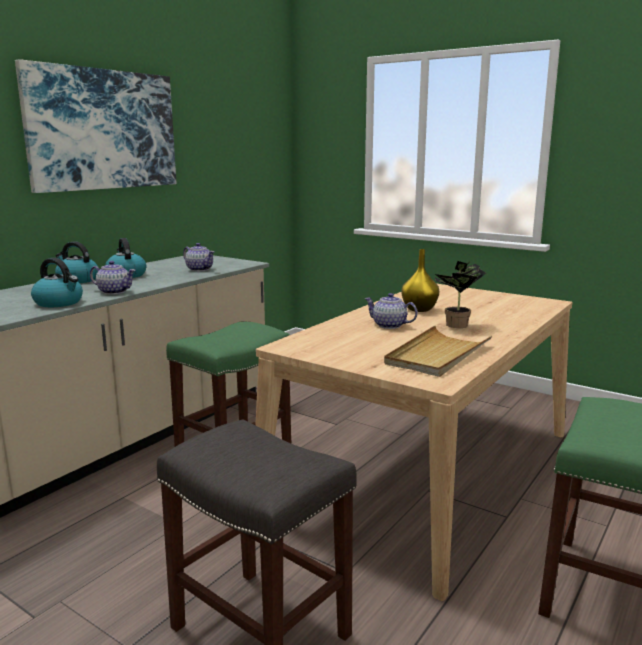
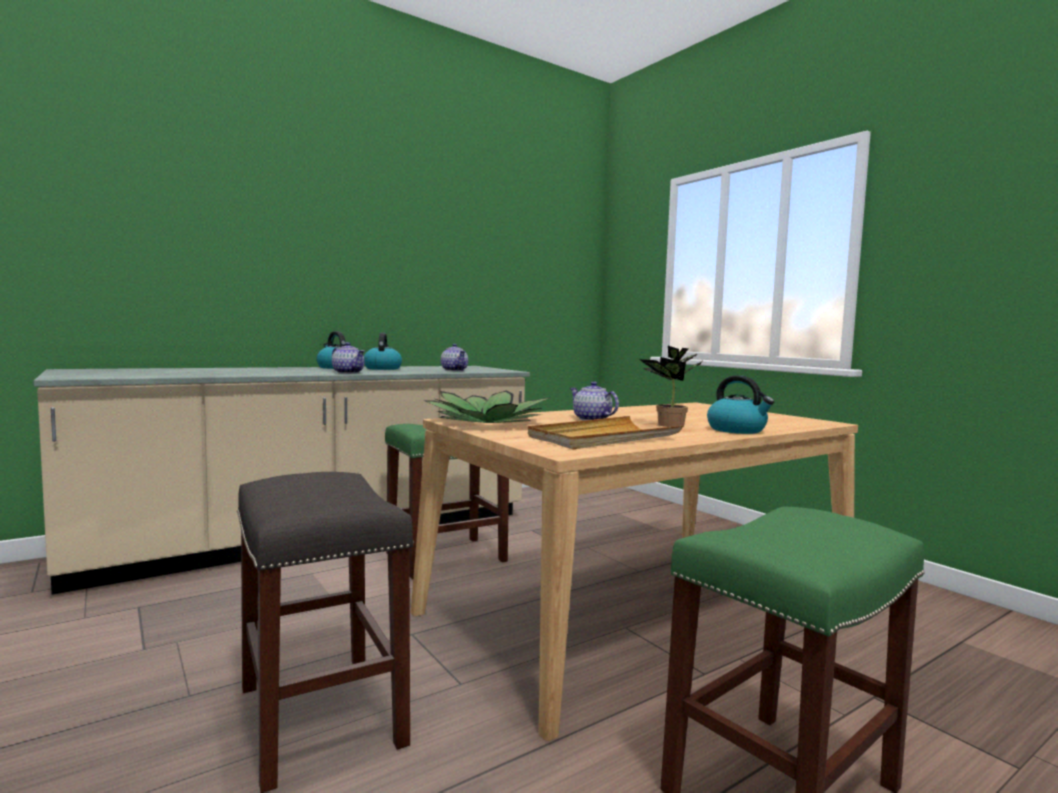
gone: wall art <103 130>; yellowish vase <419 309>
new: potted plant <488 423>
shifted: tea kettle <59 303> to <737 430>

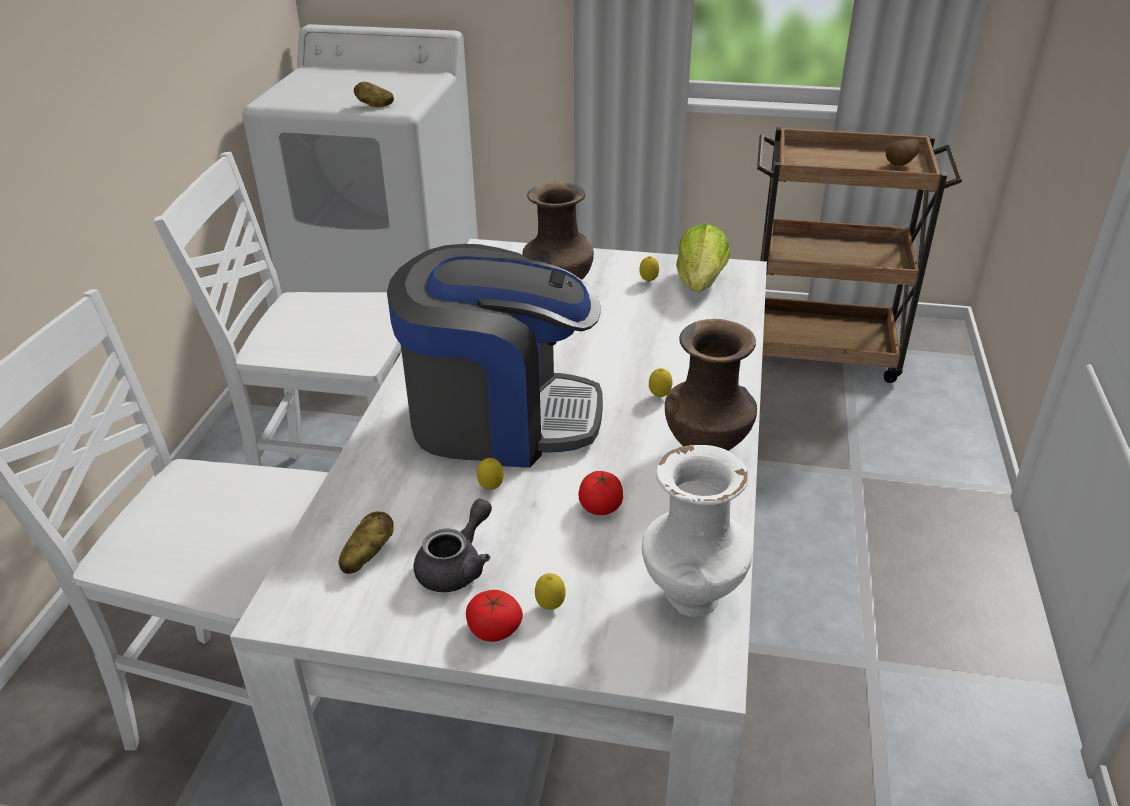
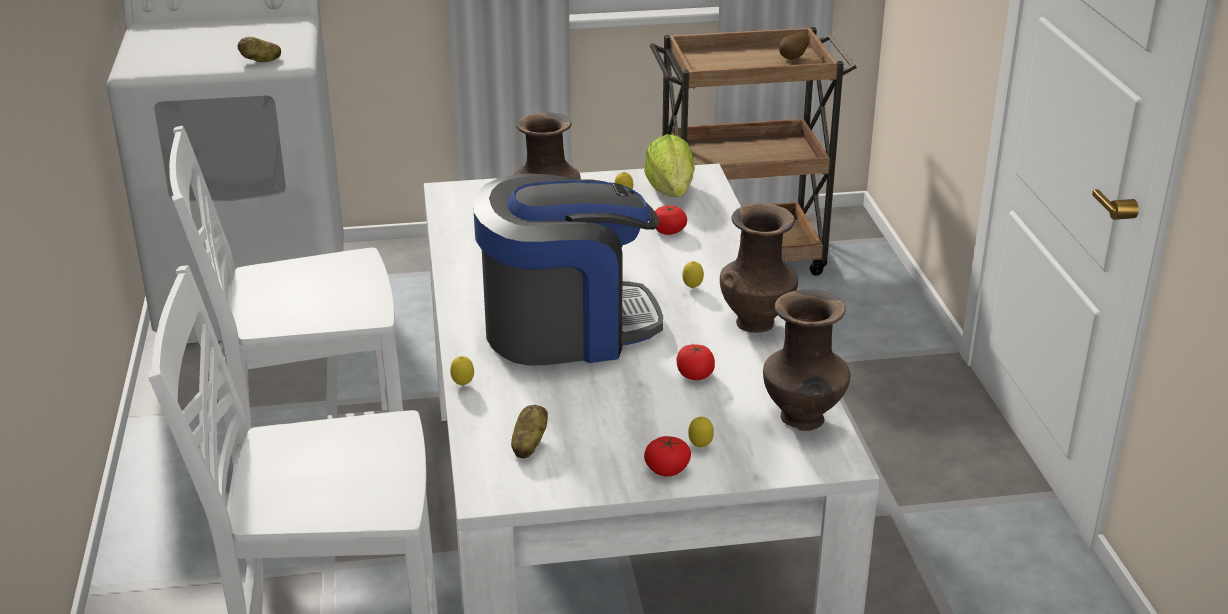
gone: greyish teapot <457 566>
new: whole tomato <668 231>
shifted: citrus fruit <491 489> to <463 385>
repainted: whitish vase <692 599> to brown-coloured vase <803 420>

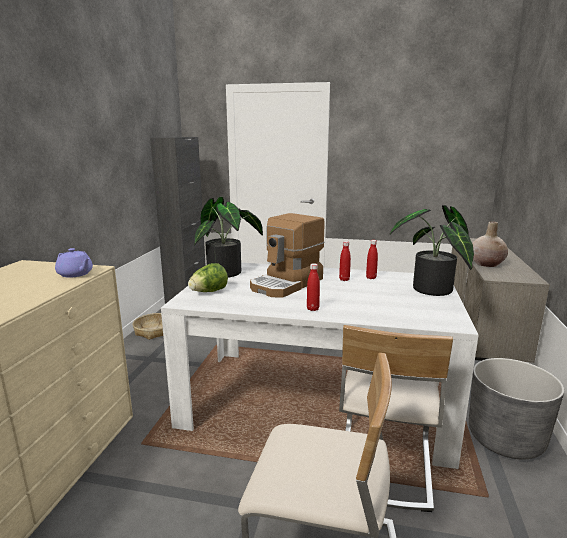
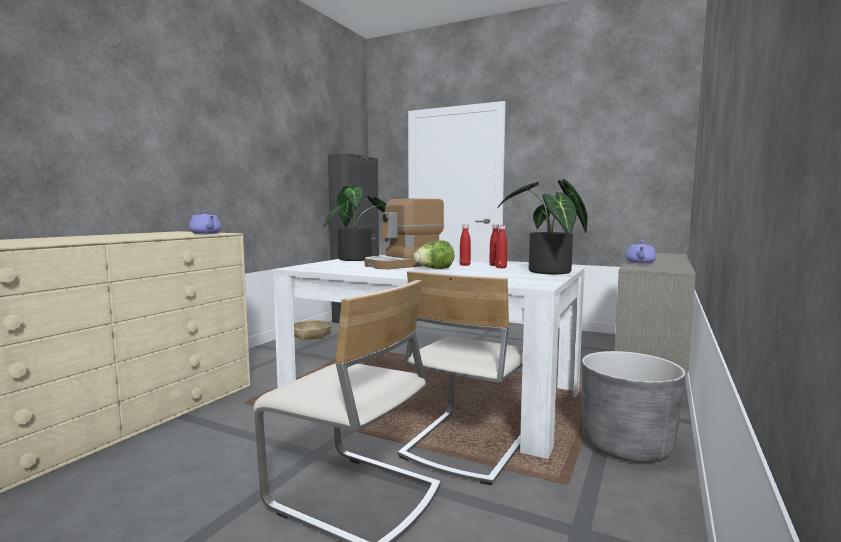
shifted: head of lettuce <209 292> to <434 269>; red-coloured bottle <312 309> to <501 267>
swapped: beige-coloured vase <486 264> to purple teapot <640 262>

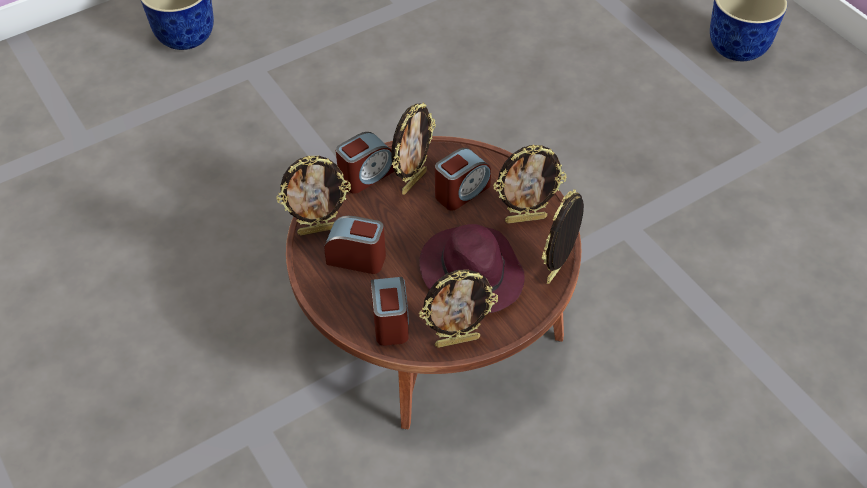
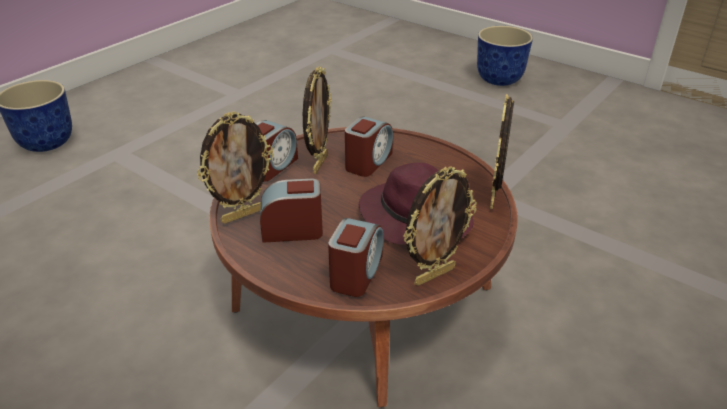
gone: photo frame <525 218>
rotated: table clock <390 321> = <356 273> 45 degrees clockwise

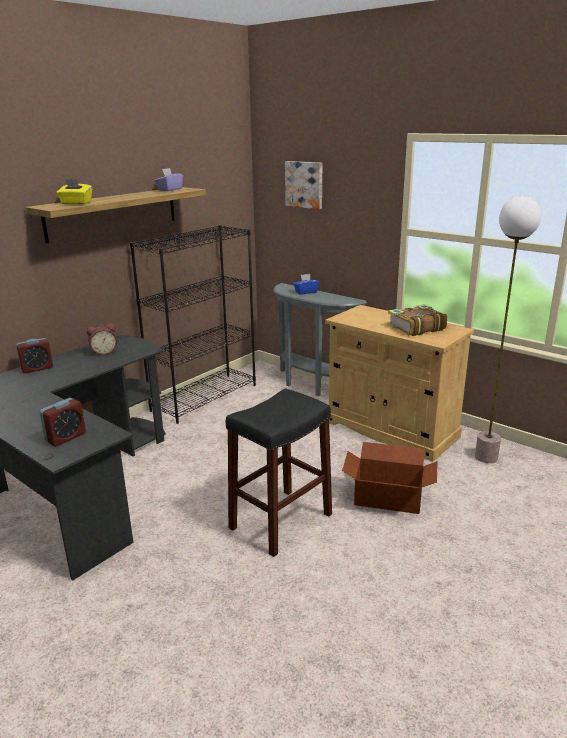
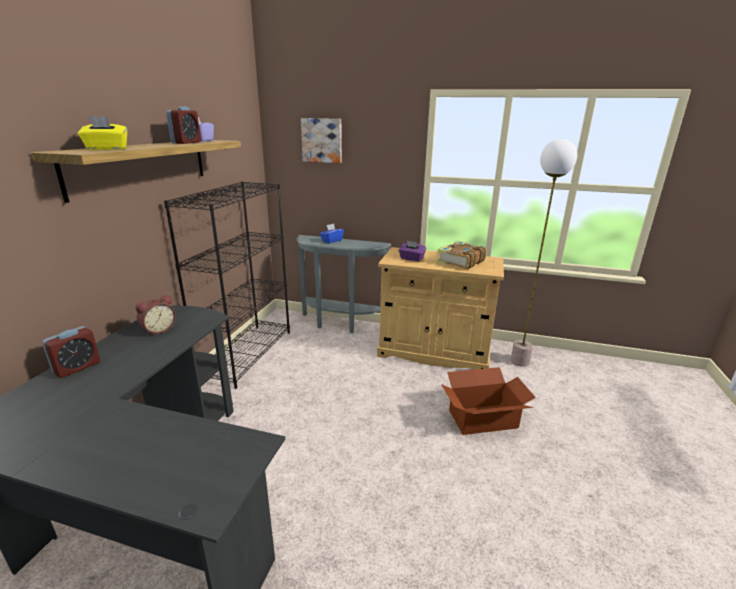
gone: black sitting stool <280 521>
new: purple box of tissues <411 259>
shifted: table clock <66 437> to <186 143>

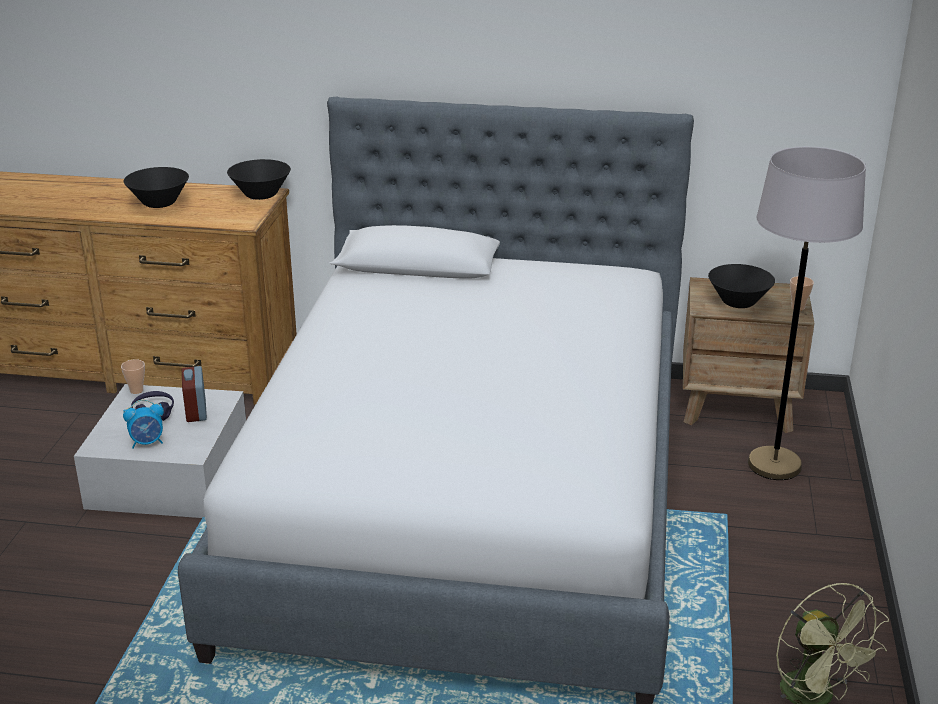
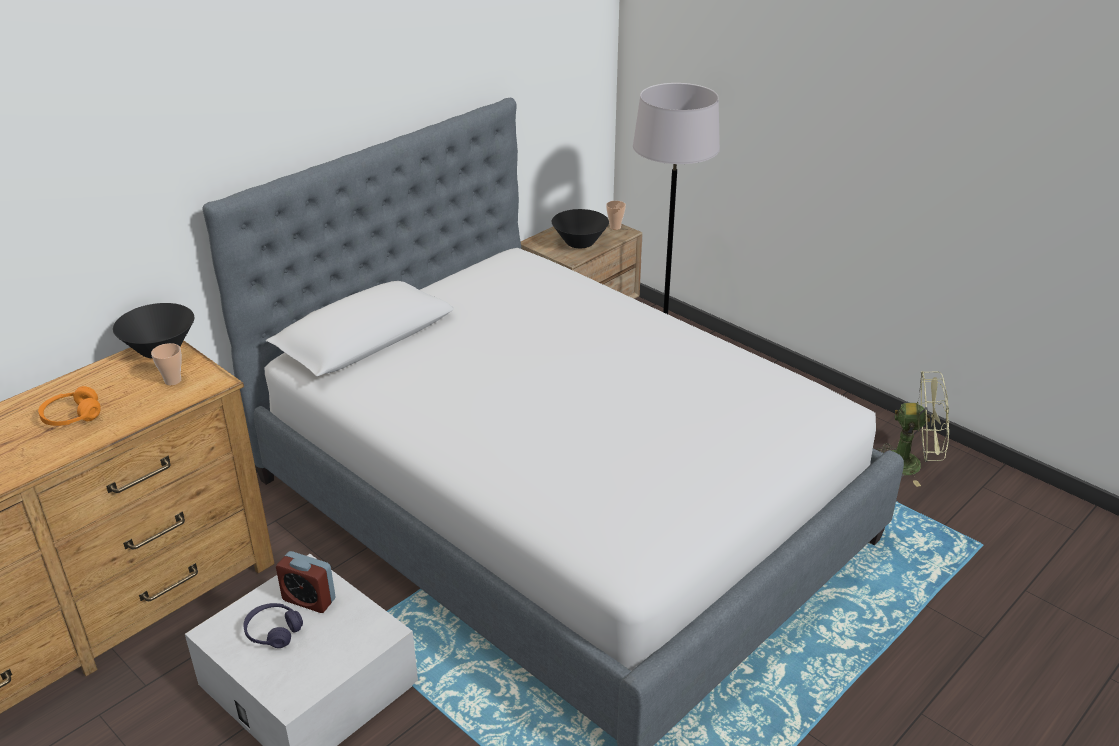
gone: table clock <147 442>
shifted: cup <136 390> to <173 381>
swapped: black deep dish <159 203> to orange-coloured pair of headphones <72 417>

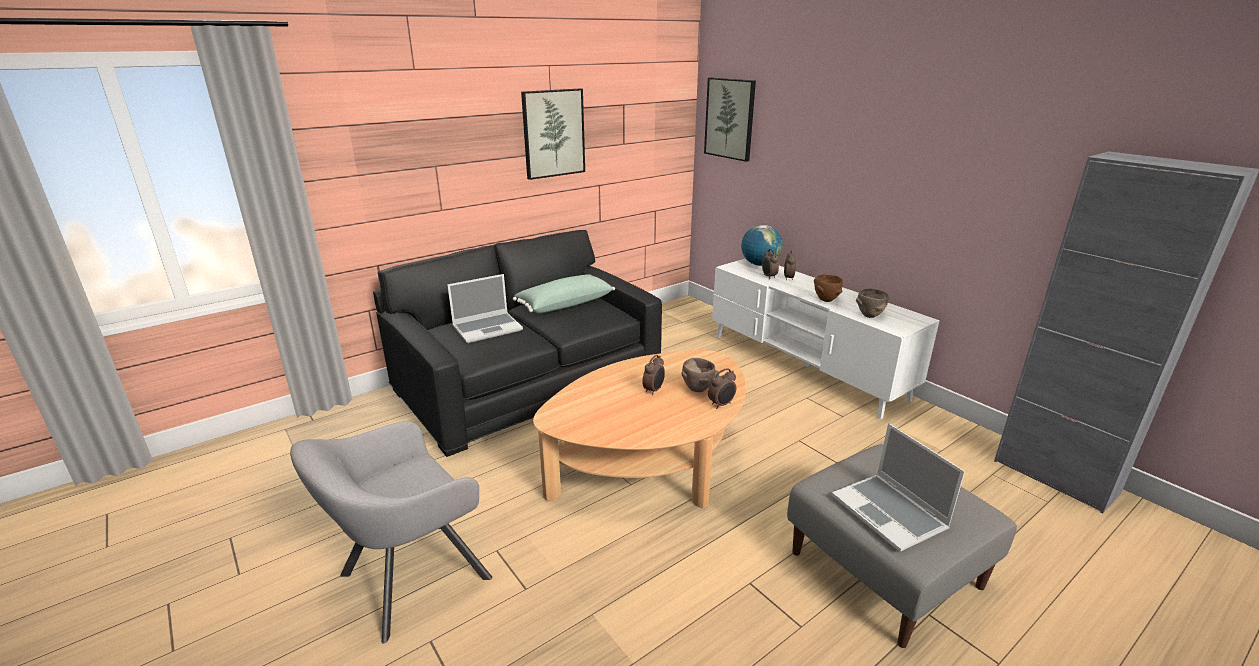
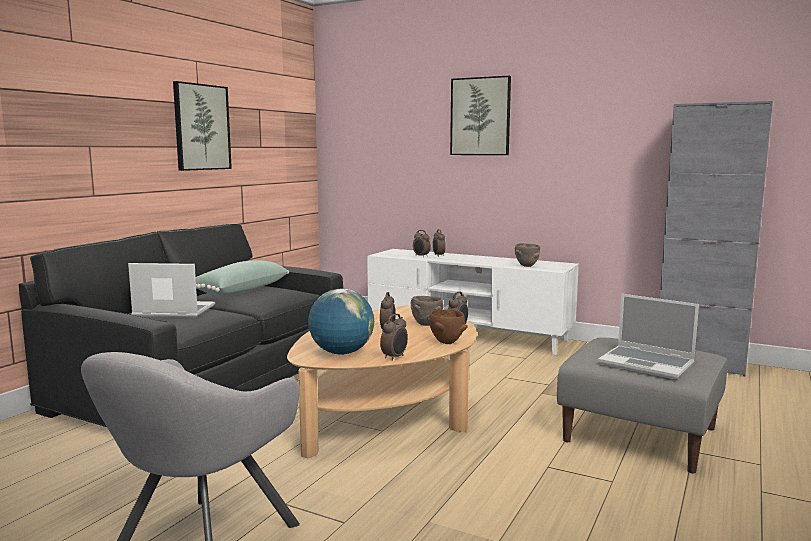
new: table clock <395 357>
shifted: wall art <730 118> to <480 116>; world globe <760 265> to <342 353>; brown-coloured deep dish <826 300> to <447 342>
rotated: notebook computer <488 328> = <173 311> 120 degrees counterclockwise

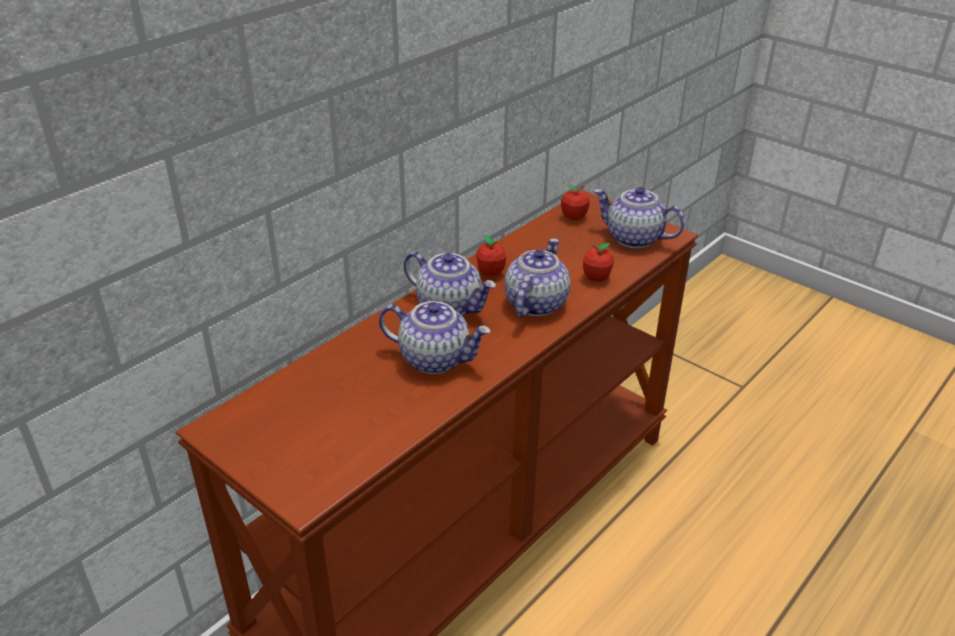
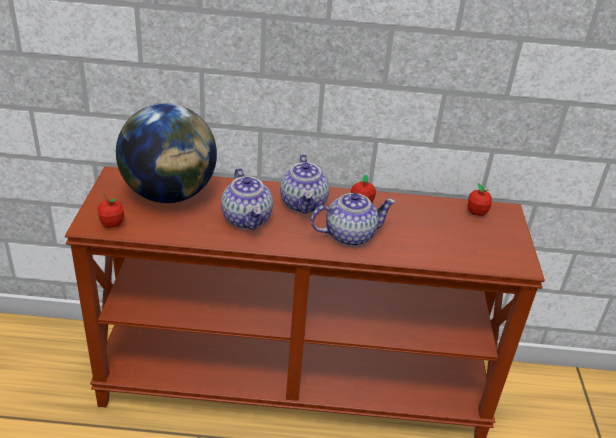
gone: teapot <633 238>
new: world globe <169 195>
shifted: whole apple <596 278> to <112 224>

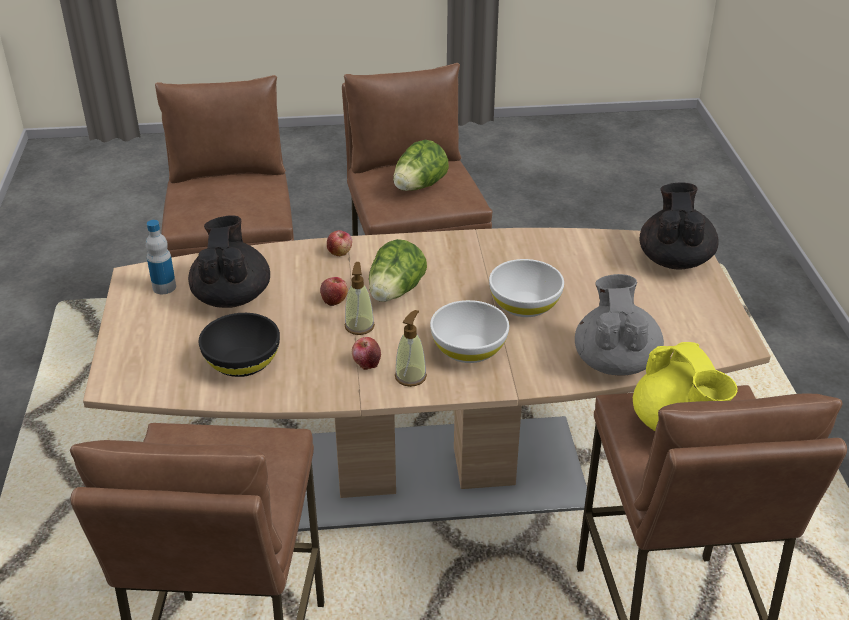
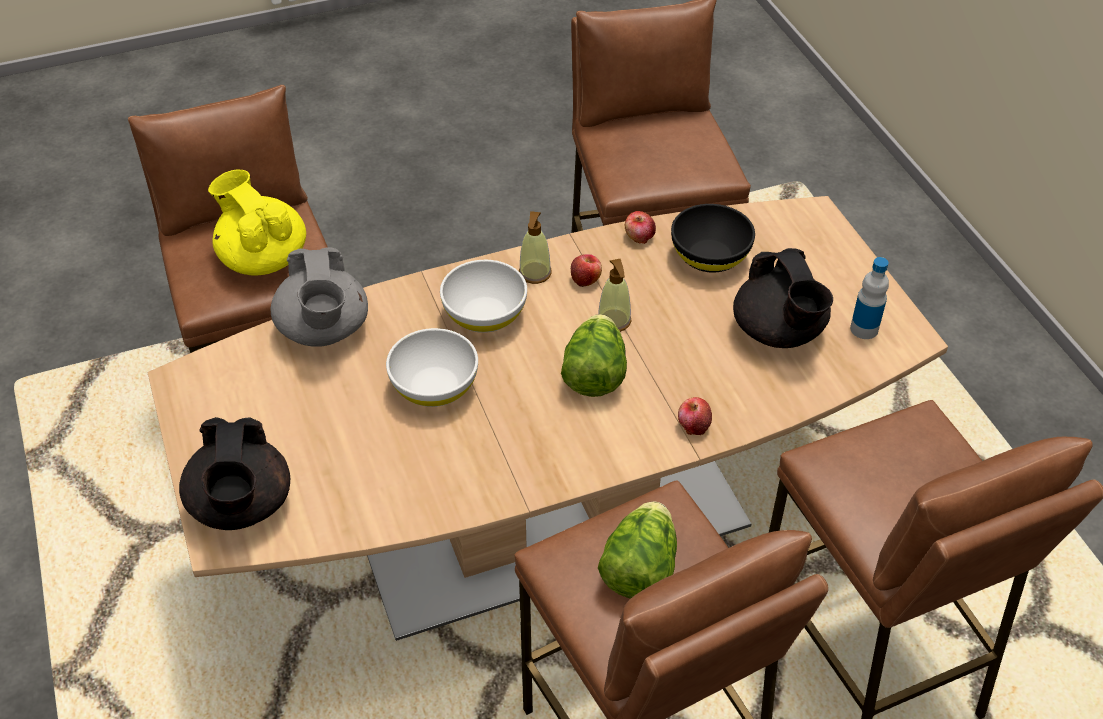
shifted: whole apple <334 300> to <639 237>

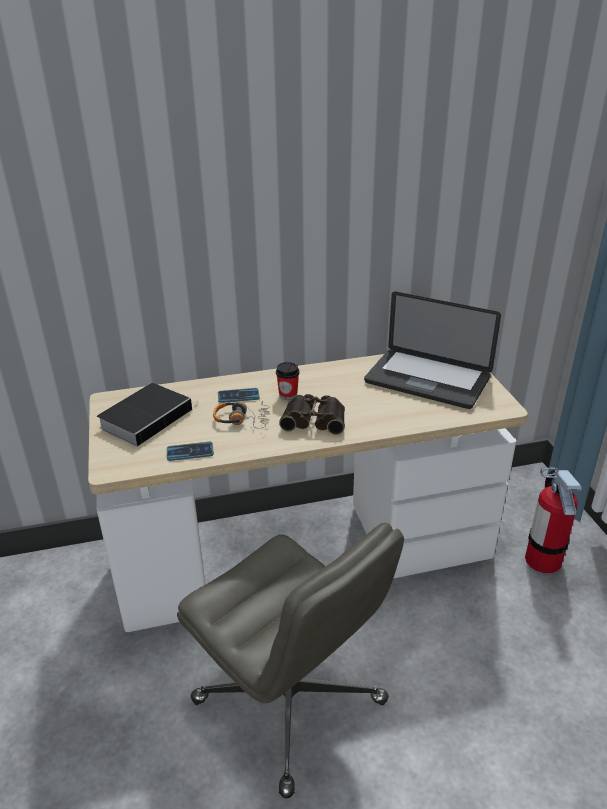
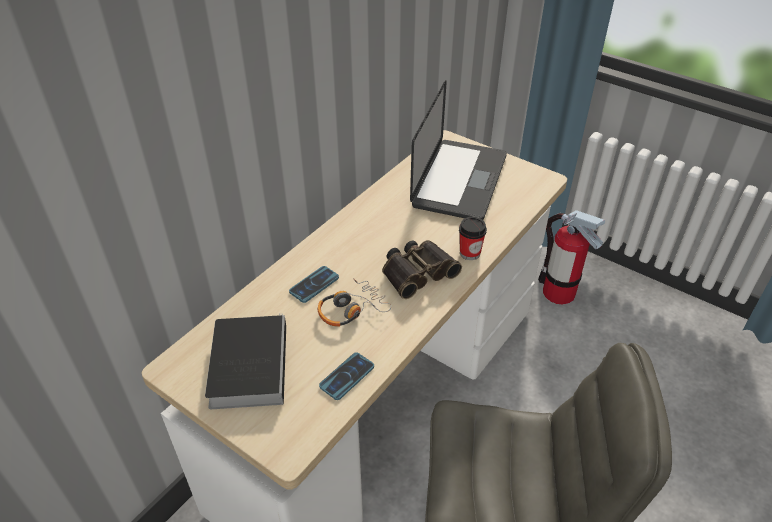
shifted: cup <288 395> to <470 253>
rotated: notebook computer <427 380> = <459 181> 60 degrees counterclockwise

